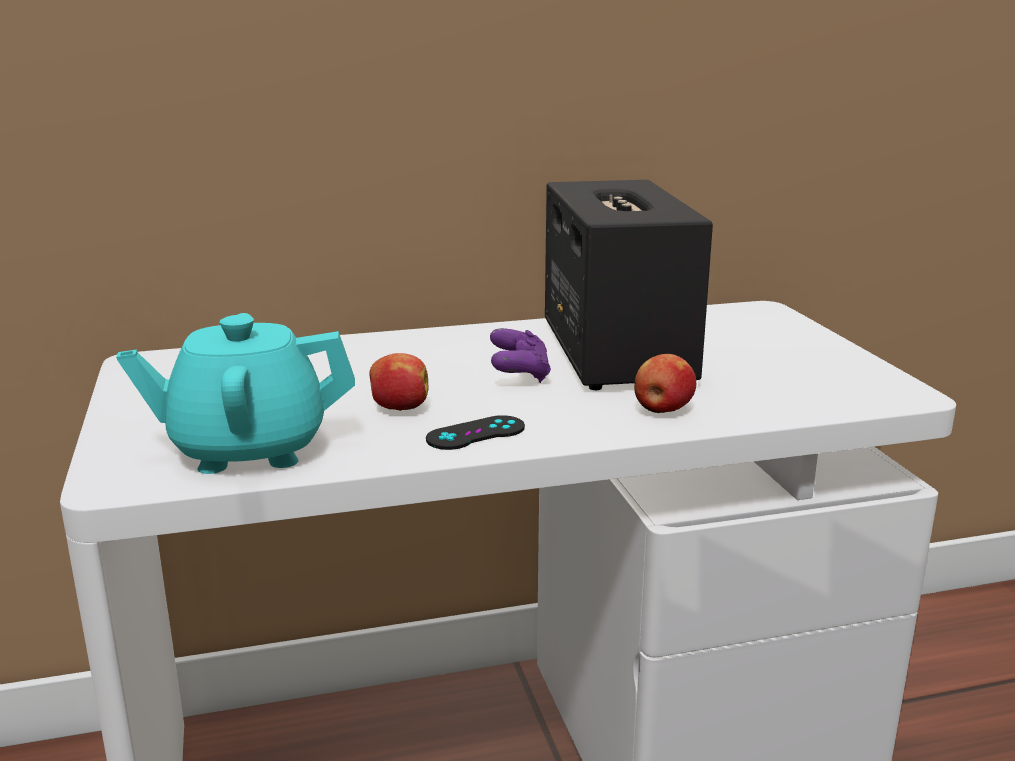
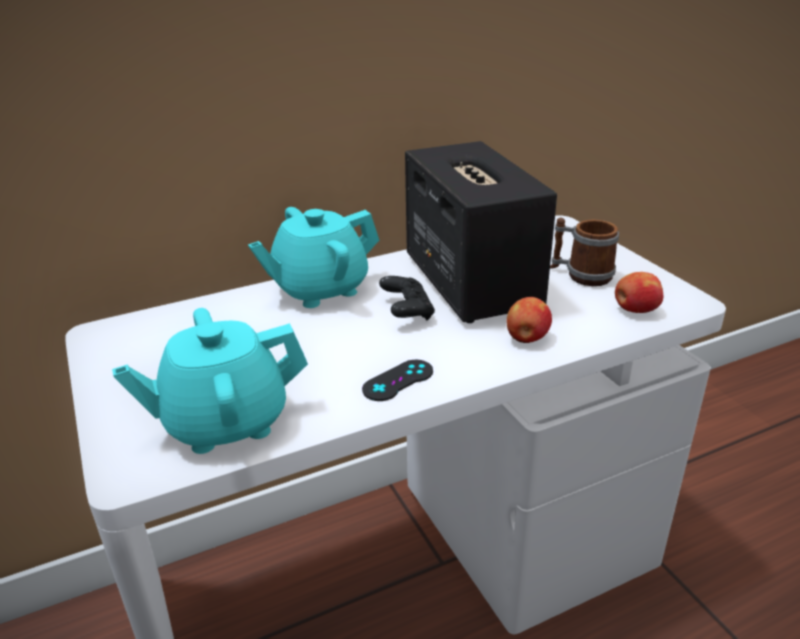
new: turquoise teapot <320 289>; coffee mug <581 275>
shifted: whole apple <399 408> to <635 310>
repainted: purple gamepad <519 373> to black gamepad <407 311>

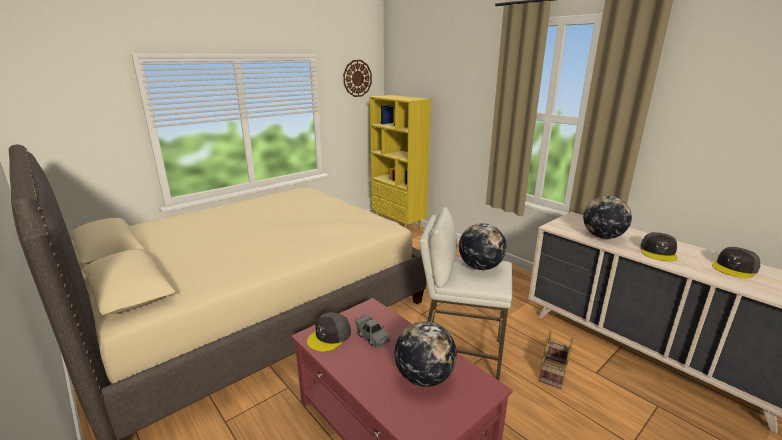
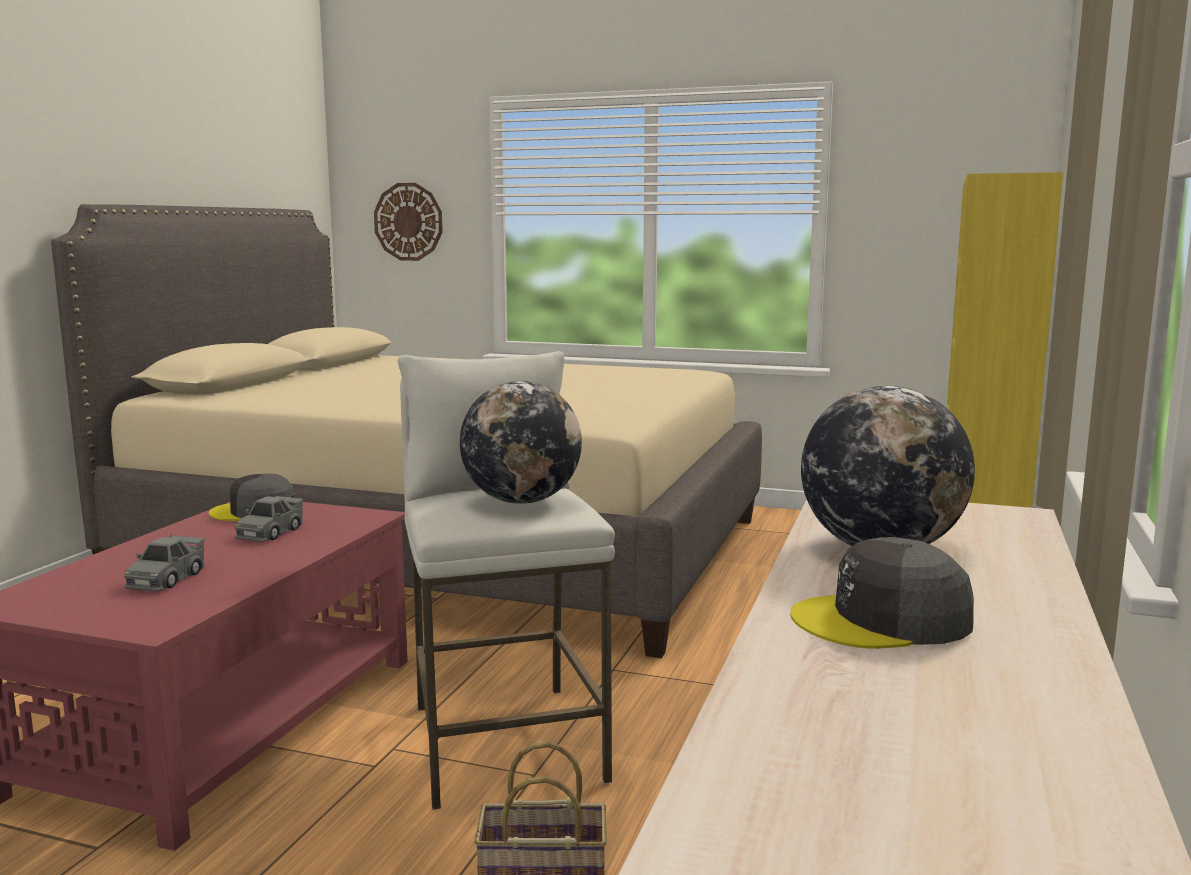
gone: greyish baseball cap <734 268>
shifted: clock on the wall <357 78> to <408 222>
swapped: world globe <424 377> to greyish miniature car <166 579>

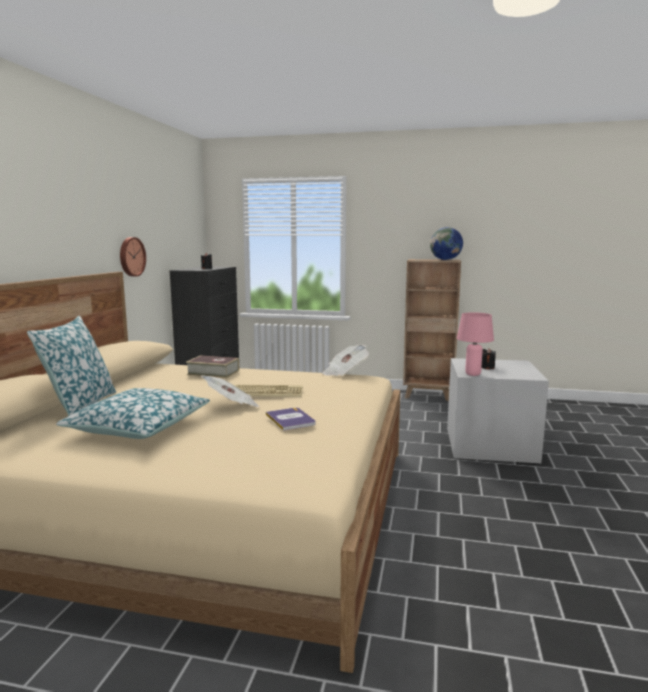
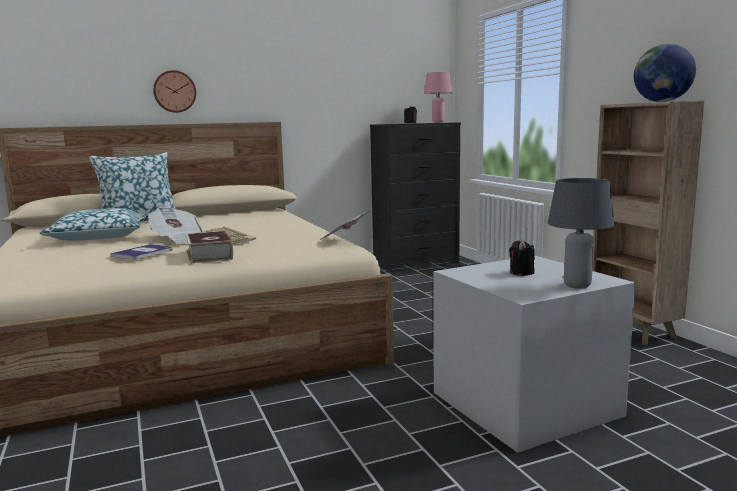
new: greyish table lamp <576 286>
shifted: clock on the wall <131 256> to <174 91>; bound book <213 373> to <209 255>; pink table lamp <473 374> to <438 122>

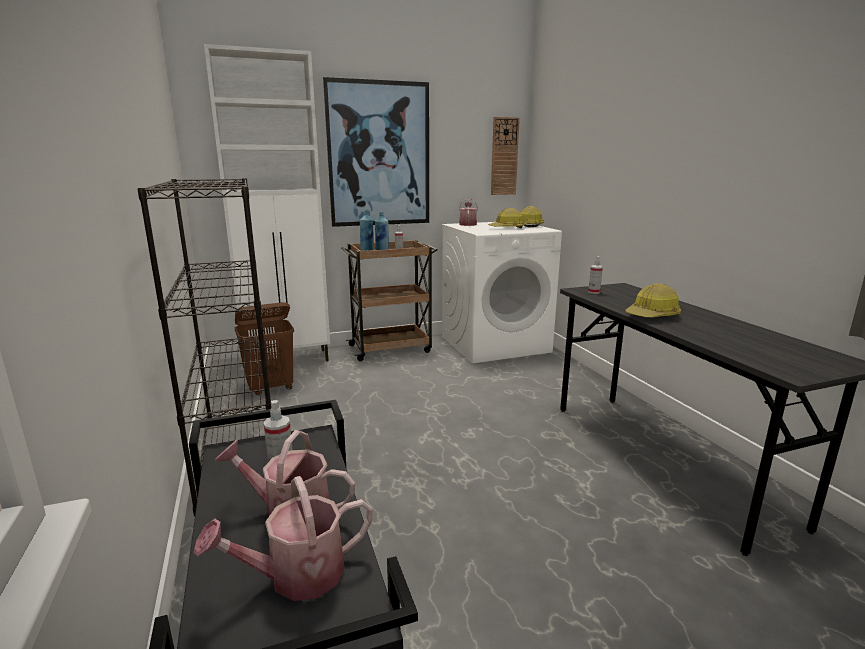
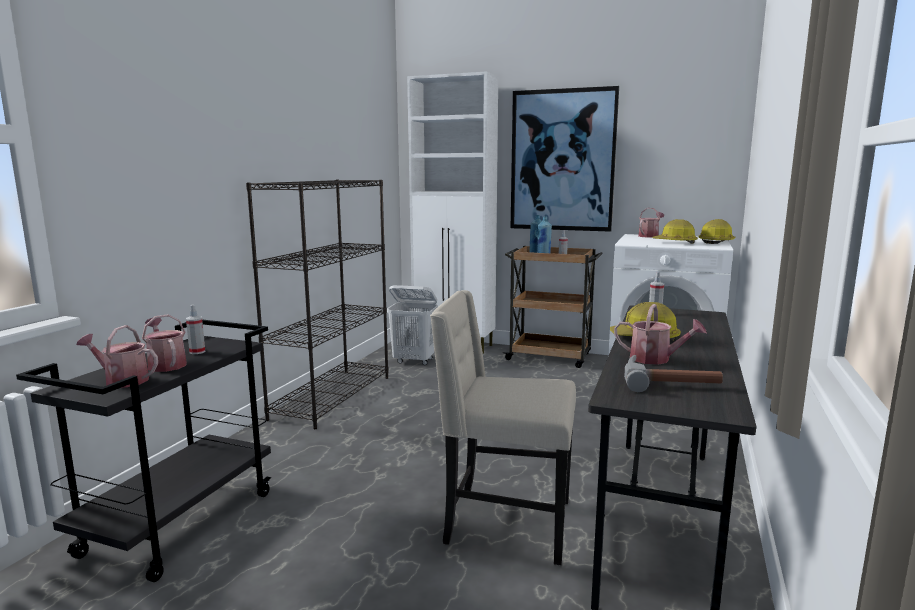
gone: clock on the wall <504 156>
new: beige-coloured plain chair <505 523>; watering pot <655 359>; hand hammer <669 382>
repainted: brown-coloured hamper <271 388> to whitish hamper <414 361>

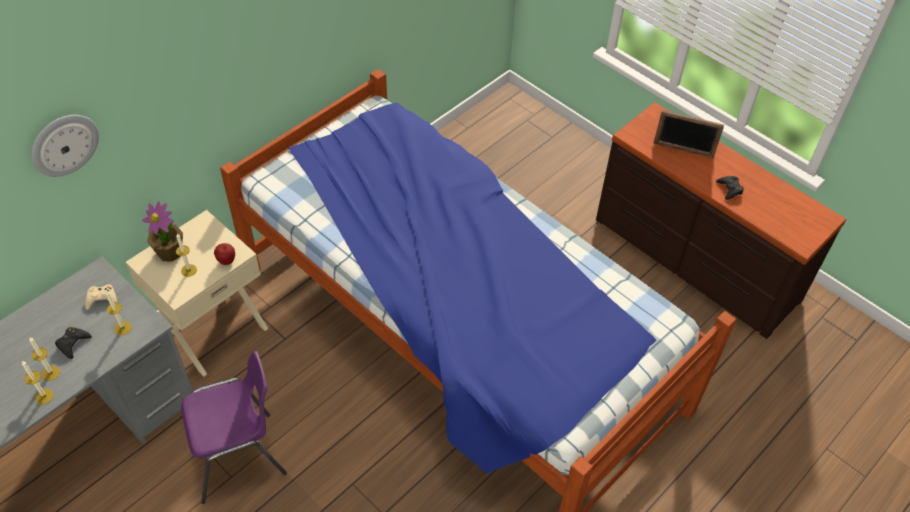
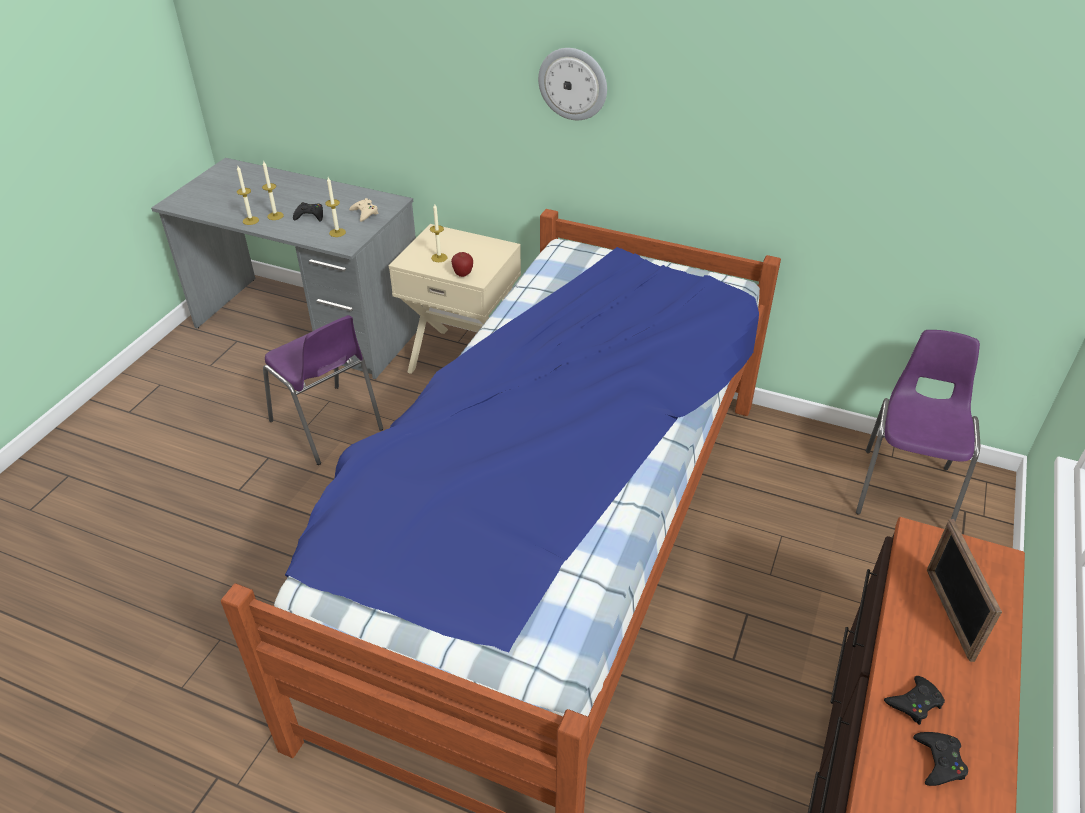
gone: potted plant <170 252>
new: purple plain chair <905 489>; black gamepad <939 762>
shifted: clock on the wall <64 144> to <573 83>

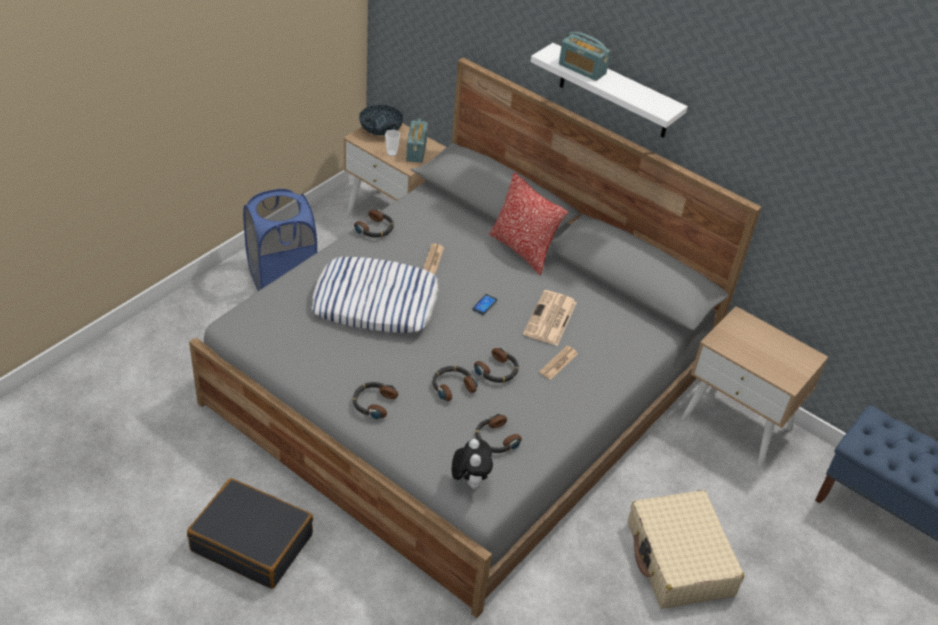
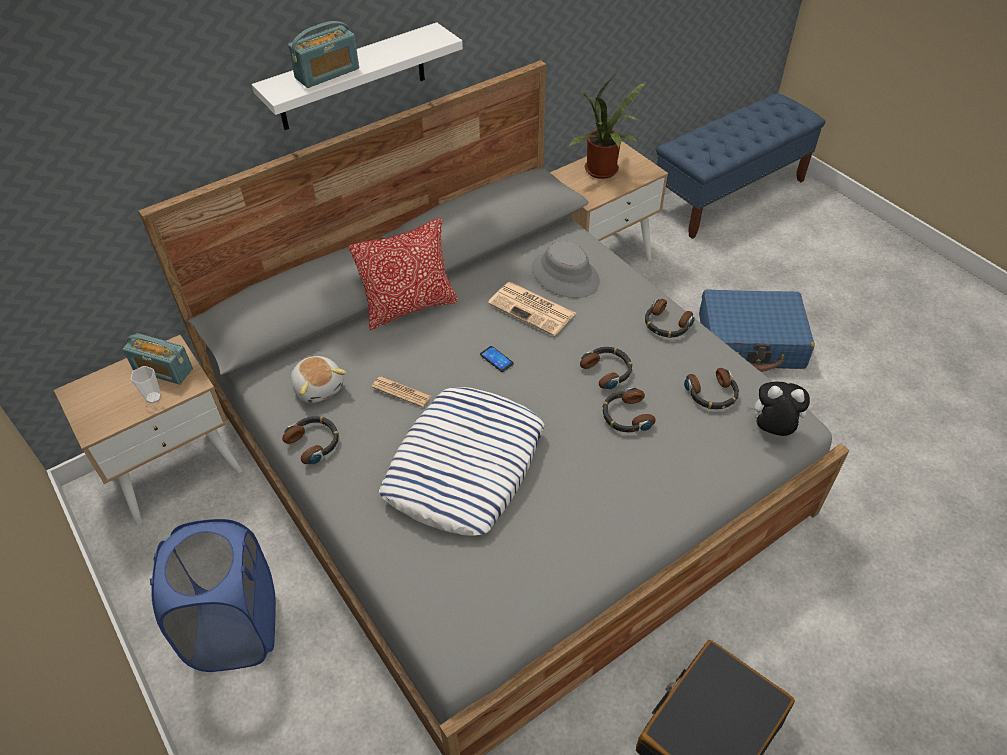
gone: deep dish <380 130>; newspaper <558 363>
new: cuddly toy <319 387>; greyish hat <565 275>; potted plant <603 172>
shifted: pair of headphones <373 403> to <666 324>
repainted: beige-coloured piece of luggage <679 559> to blue piece of luggage <750 341>

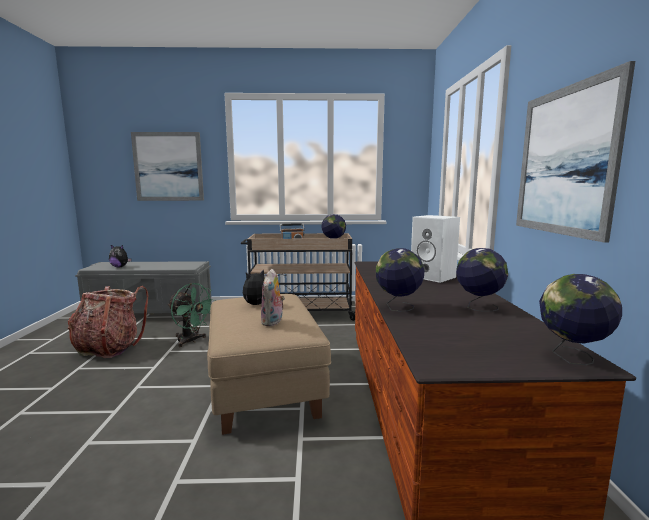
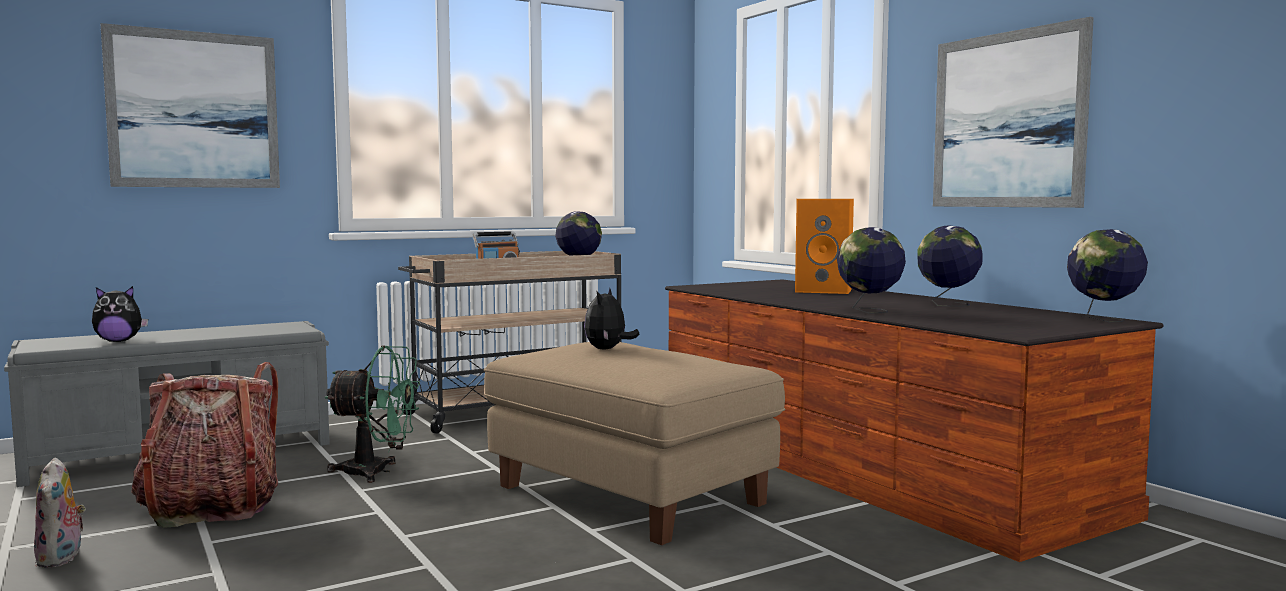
shifted: cuddly toy <273 322> to <62 558>
repainted: whitish speaker <434 277> to orange-coloured speaker <825 290>

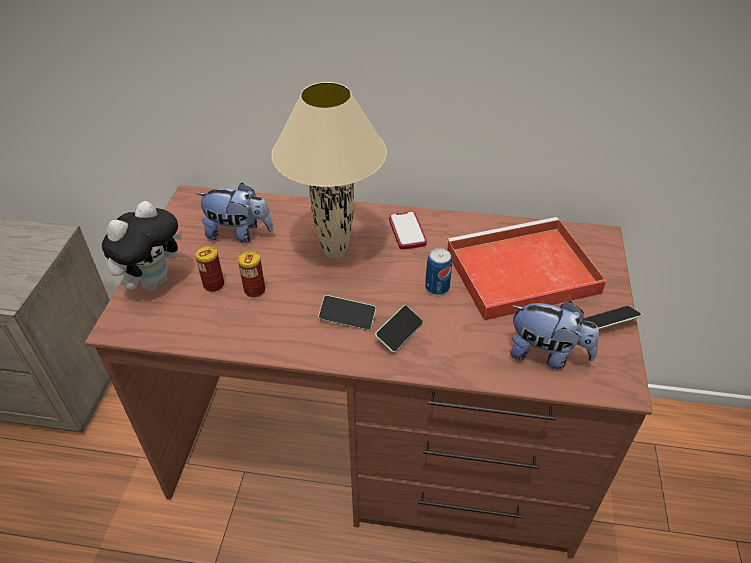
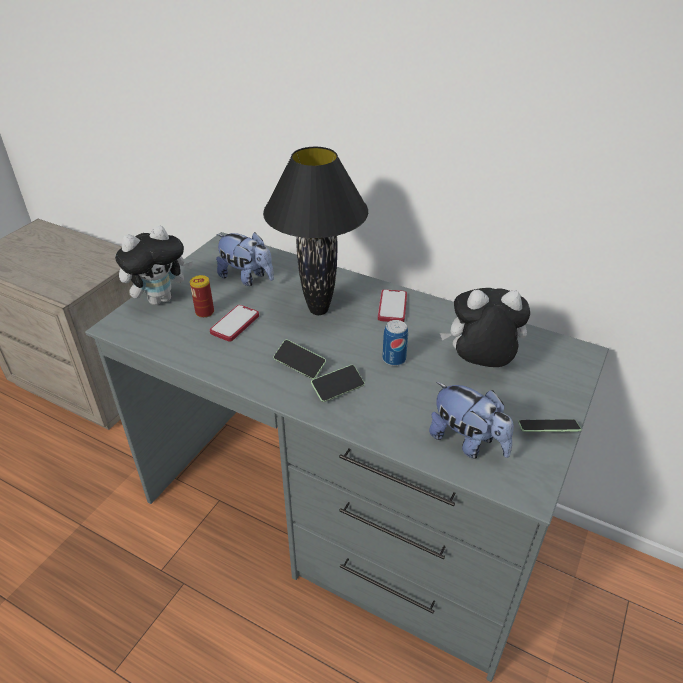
swapped: sealed can <254 290> to phone <235 324>; red-coloured carrying tray <519 273> to cuddly toy <479 365>
repainted: brown-coloured desk unit <377 445> to greyish desk unit <344 513>; beige-coloured table lamp <334 253> to black table lamp <317 310>

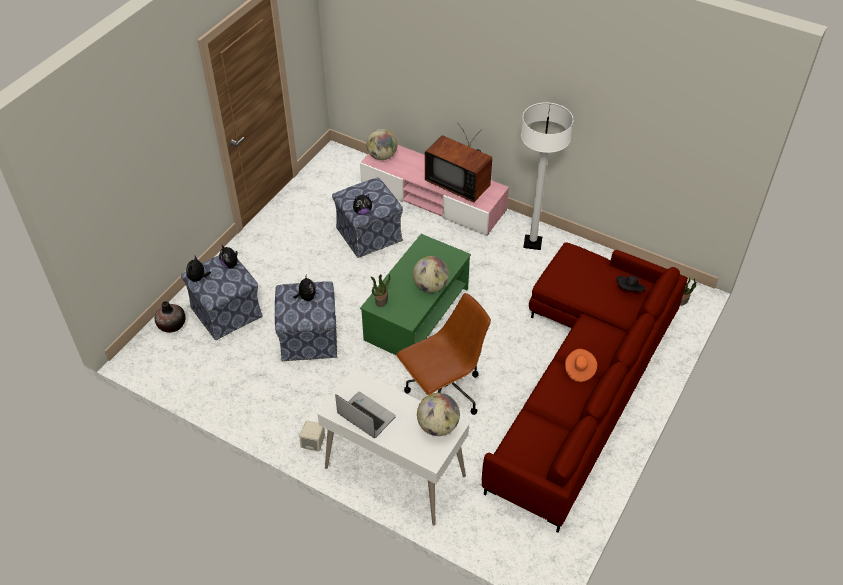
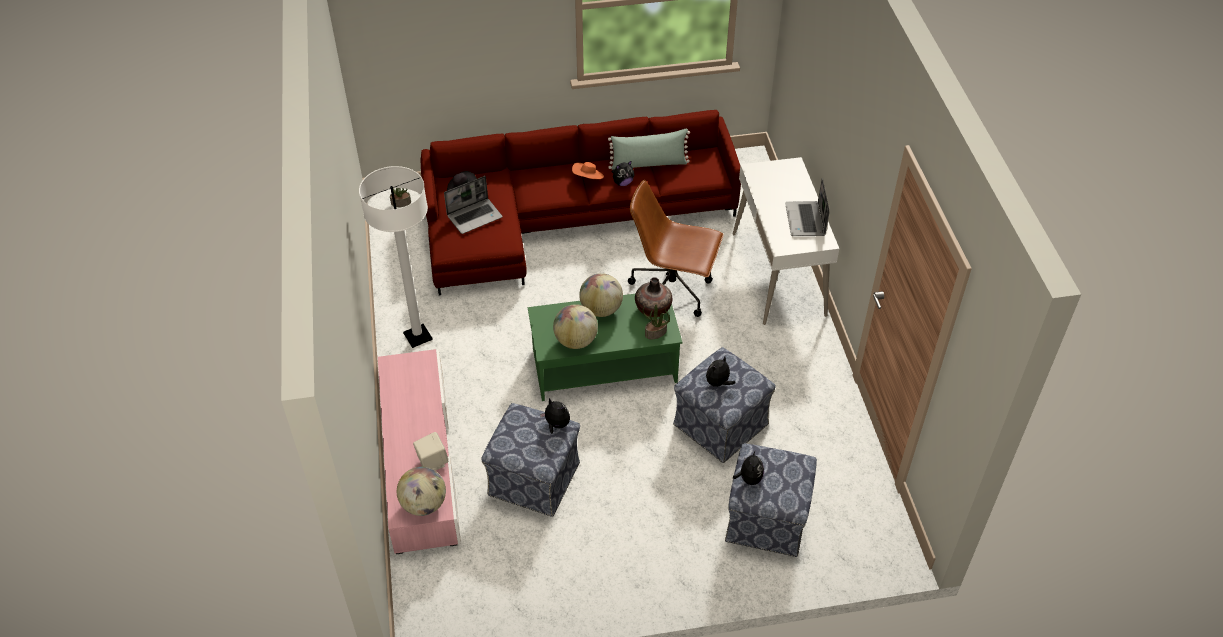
gone: TV <459 183>
new: notebook computer <475 216>; greenish pillow <649 163>
shifted: vase <172 325> to <653 309>; cuddly toy <198 278> to <622 183>; beige-coloured speaker <313 443> to <432 462>; world globe <438 426> to <576 341>

